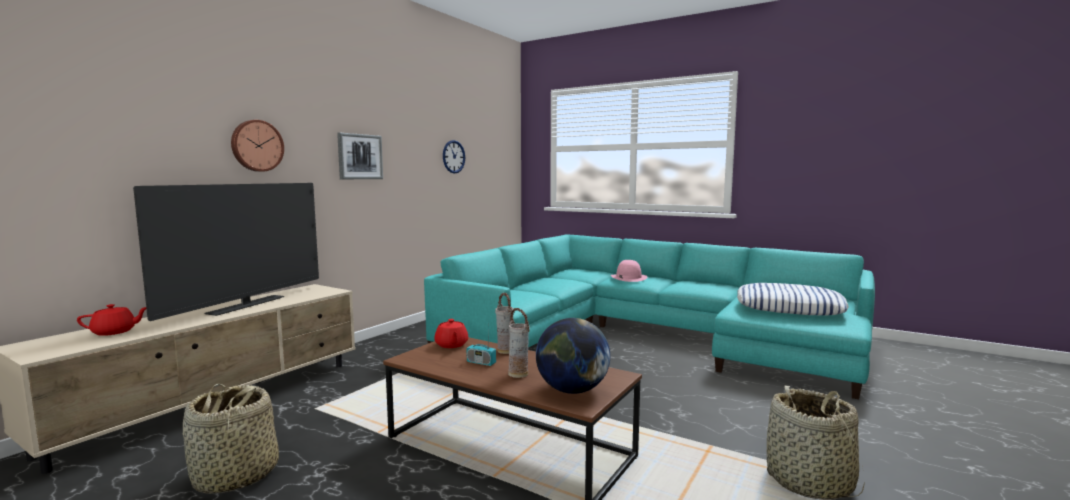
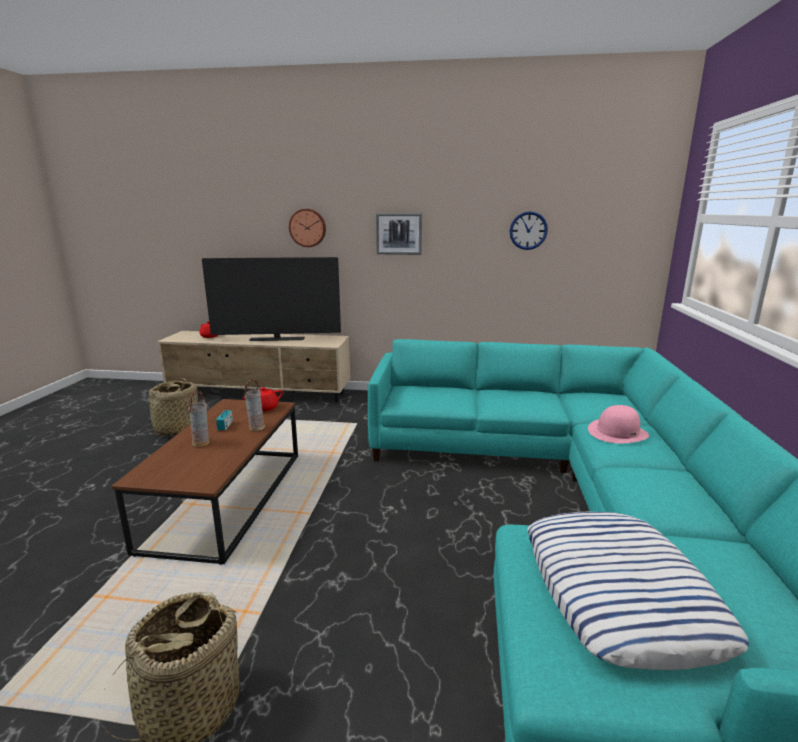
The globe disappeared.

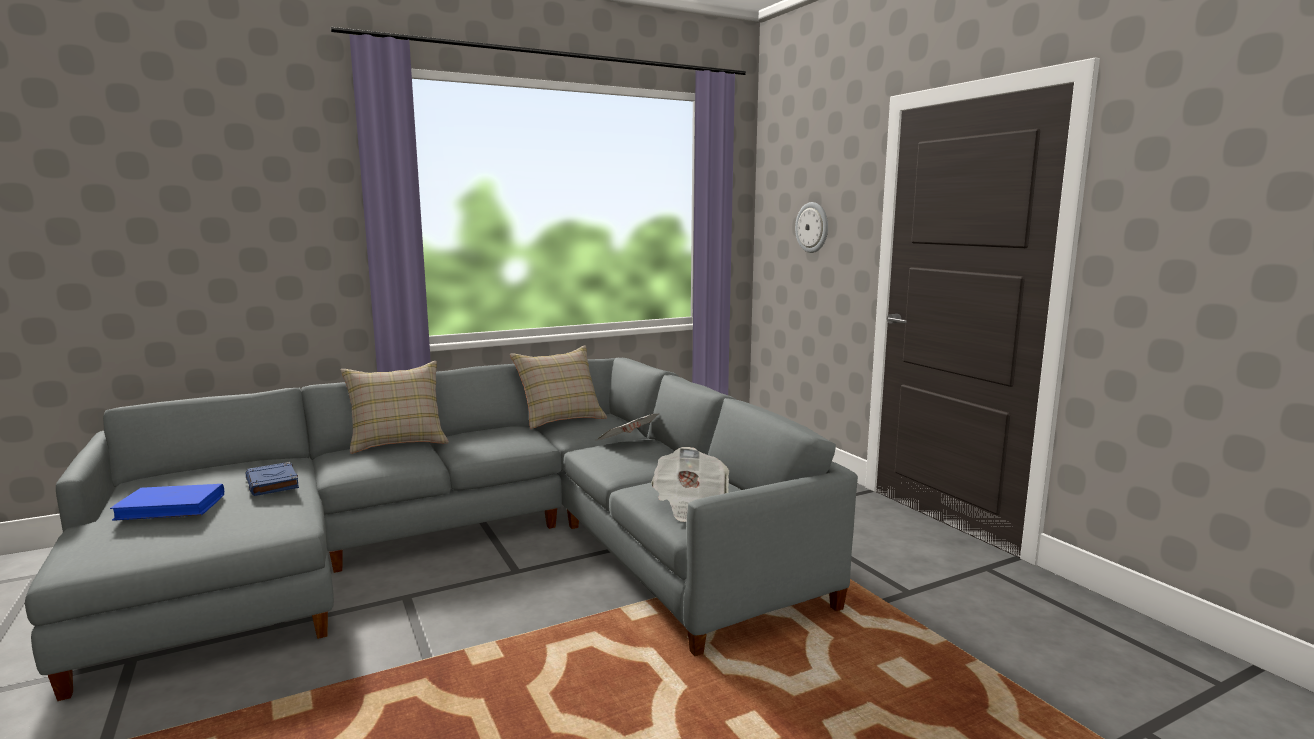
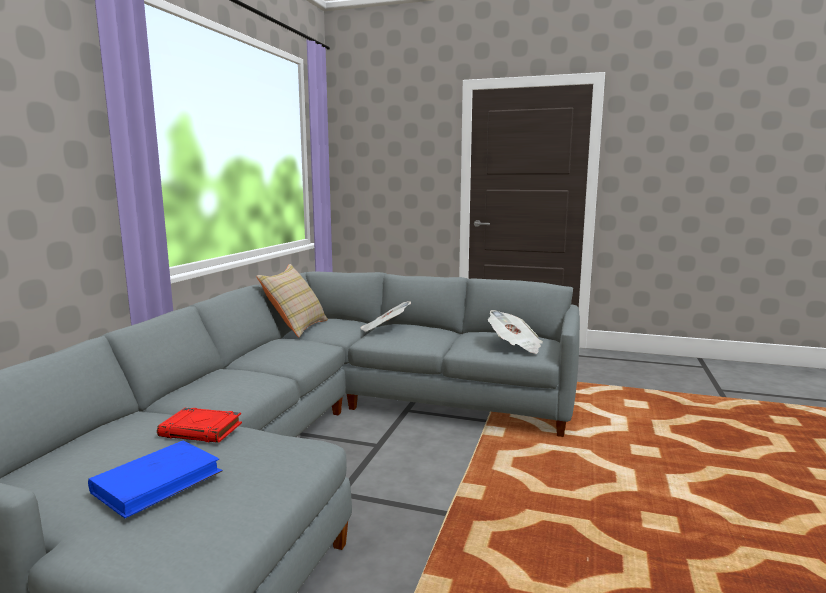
The wall clock disappeared.
The pillow in beige-coloured (1st from left) disappeared.
The book in blue-coloured (2nd from left) became the book in red-coloured.

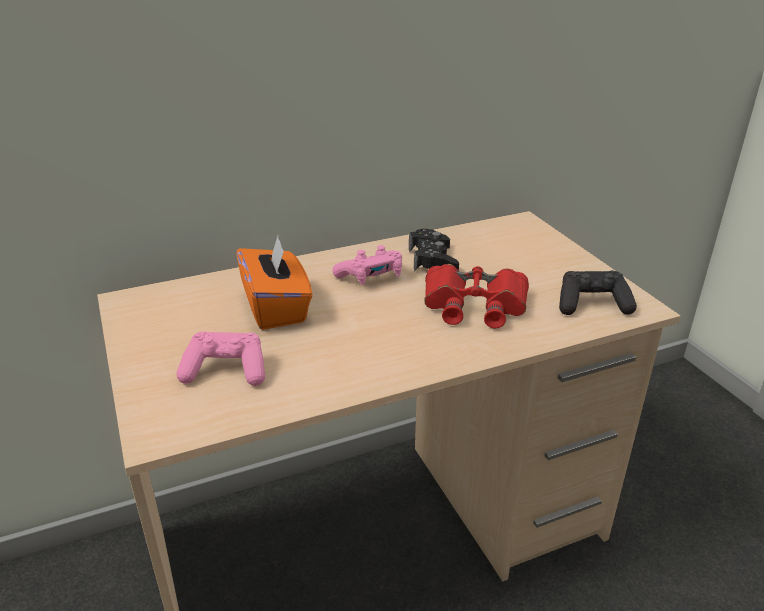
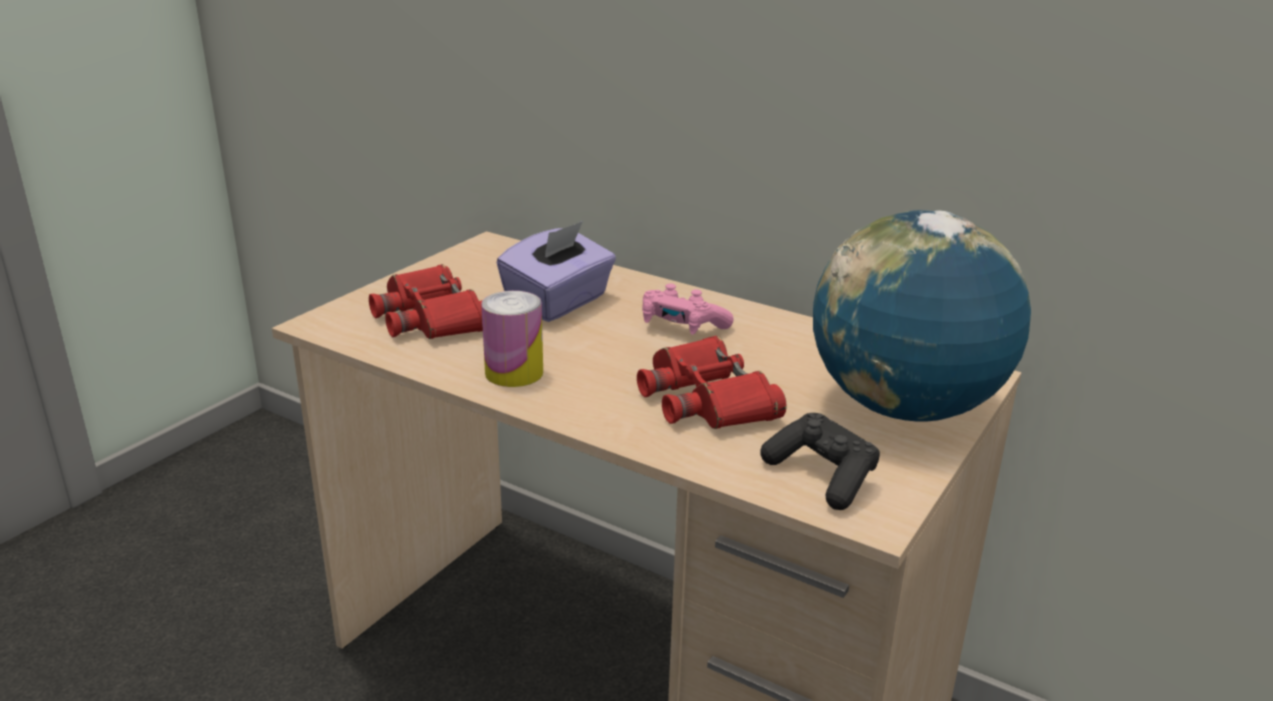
The gamepad in blackish (1st from left) disappeared.
The tissue holder in orange-coloured became the tissue holder in purple-coloured.
The gamepad in pinkish (1st from left) was replaced by the binoculars in red-coloured (1st from left).
The globe appeared.
The metal can appeared.

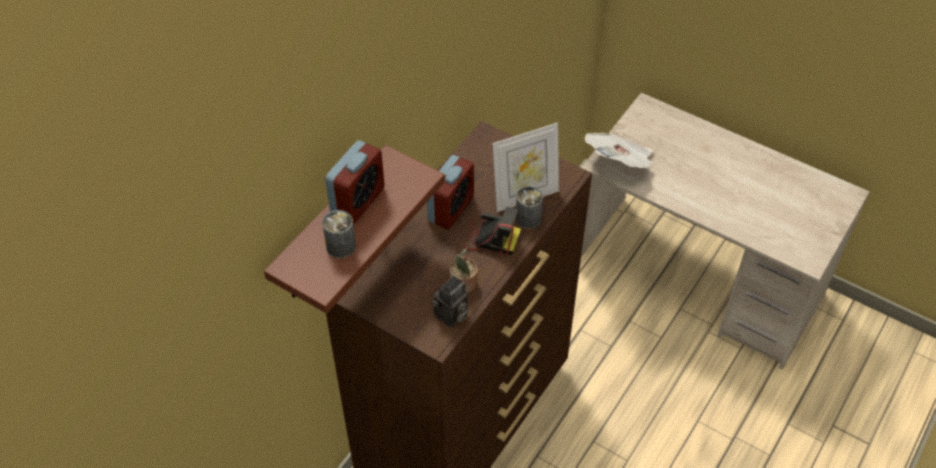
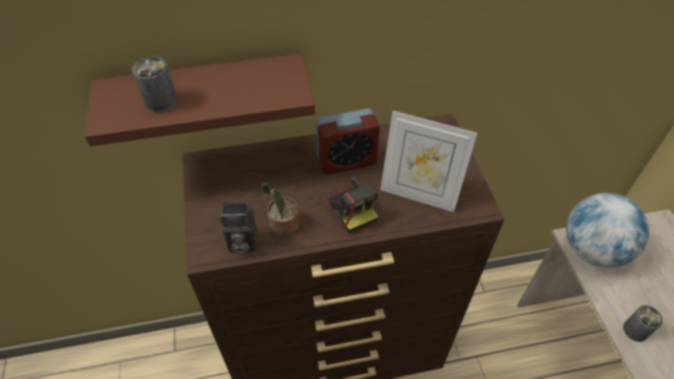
The printed paper was replaced by the globe.
The table clock (1st from left) disappeared.
The metal can (2nd from left) moved.

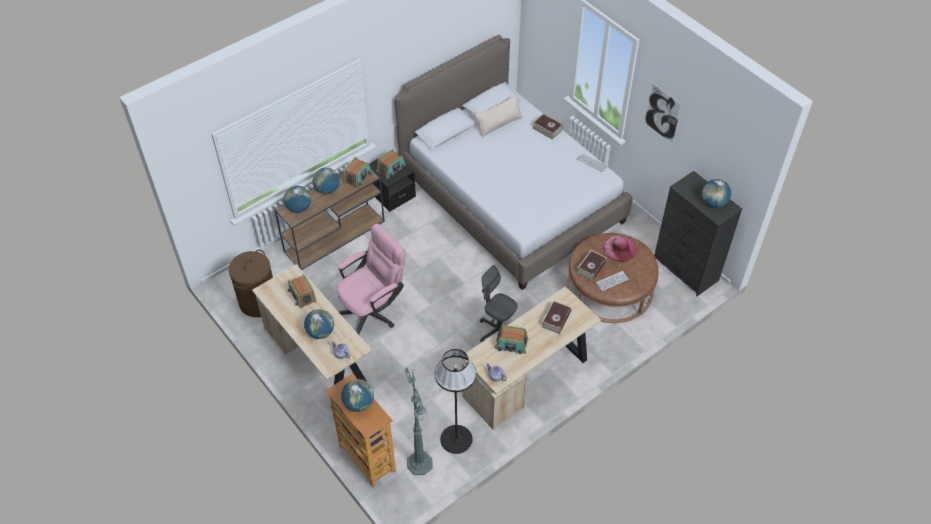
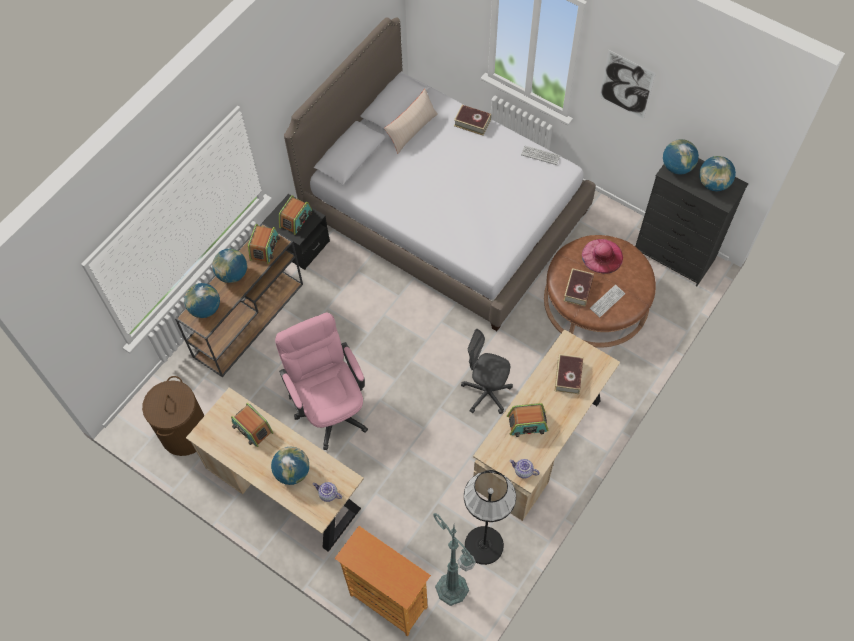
The computer chair in pinkish turned 60 degrees counterclockwise.
The globe (4th from left) moved.

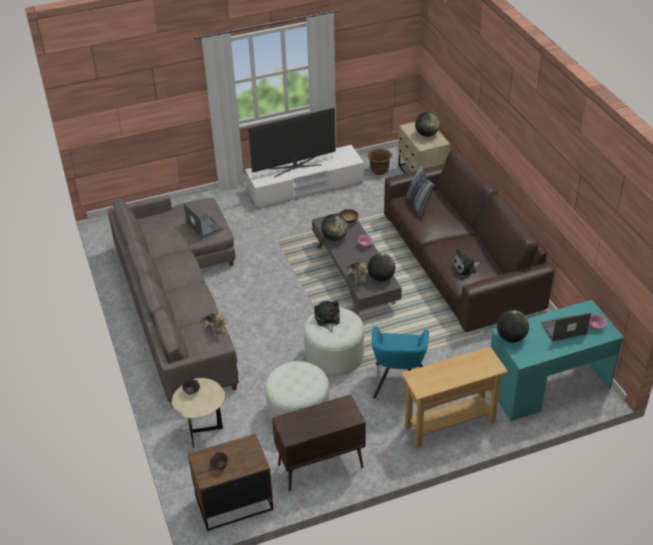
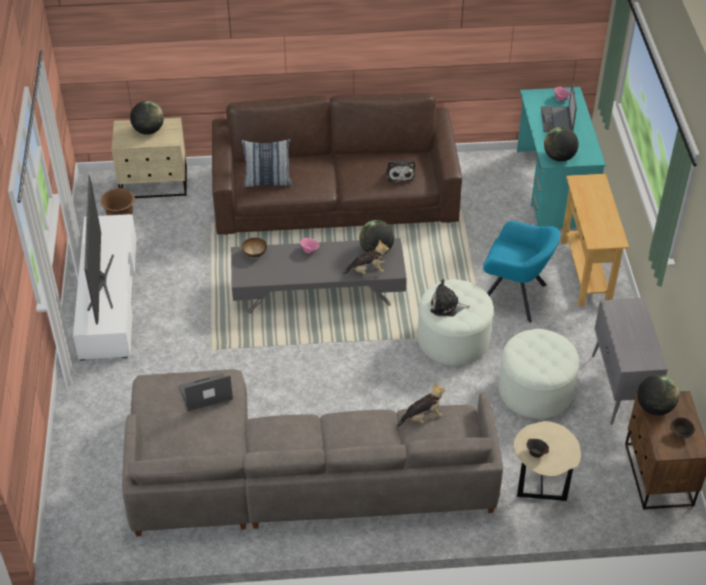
The globe (1st from left in the first image) moved.
The cabinet in brown became the cabinet in grey.

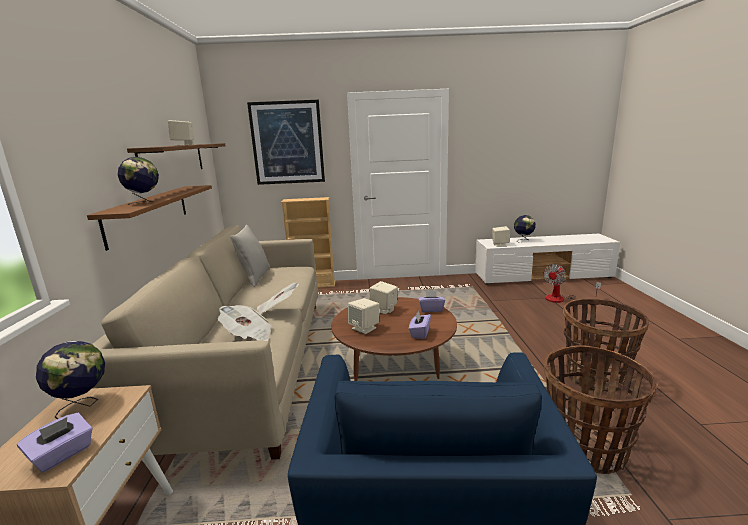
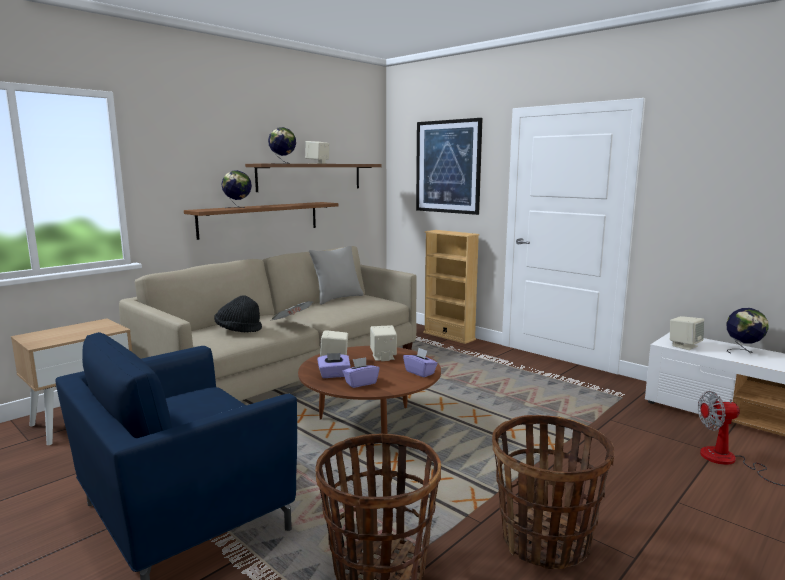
The printed paper (1st from left) was replaced by the hat in blackish.
The globe (1st from left in the first image) moved.
The tissue holder in purple-coloured (1st from left) moved.

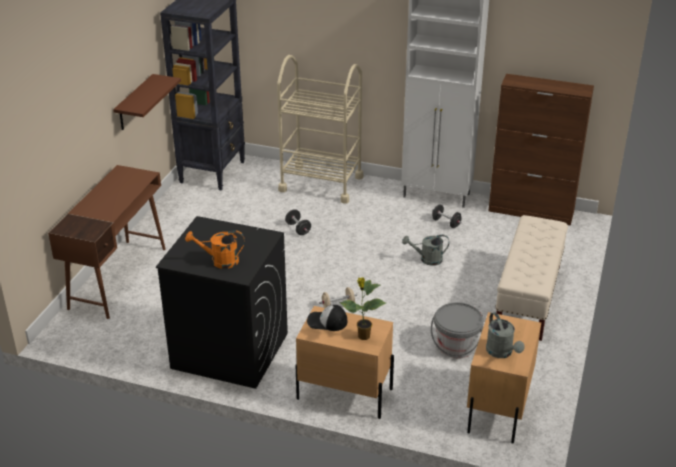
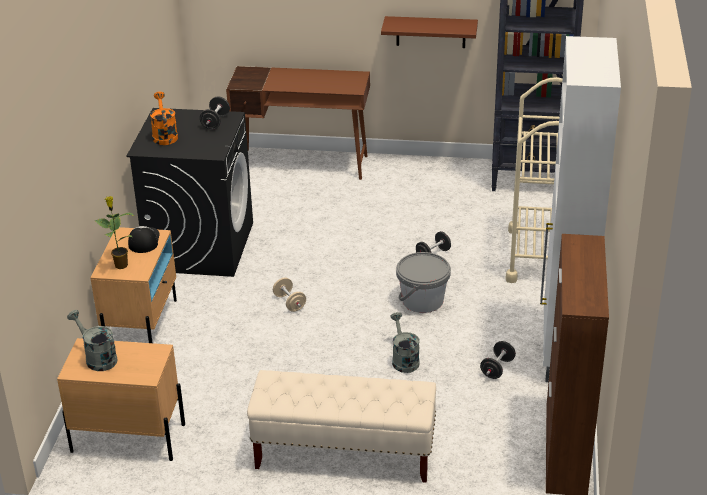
The pail in grey moved.
The watering can in grey (2nd from left in the first image) turned 75 degrees clockwise.
The hand weight in blackish (1st from left) appeared.

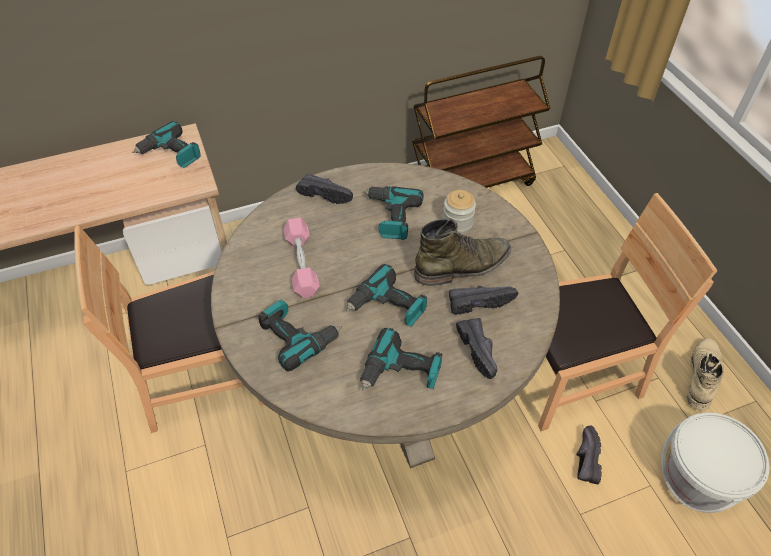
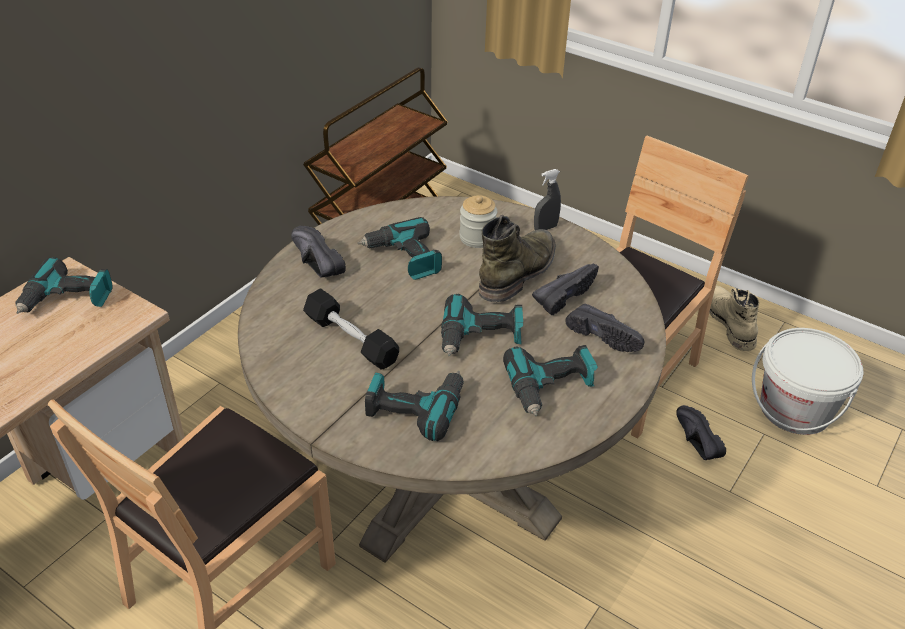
The low shoe in blackish (1st from left) turned 120 degrees counterclockwise.
The hand weight in pinkish became the hand weight in blackish.
The spray bottle in grey appeared.

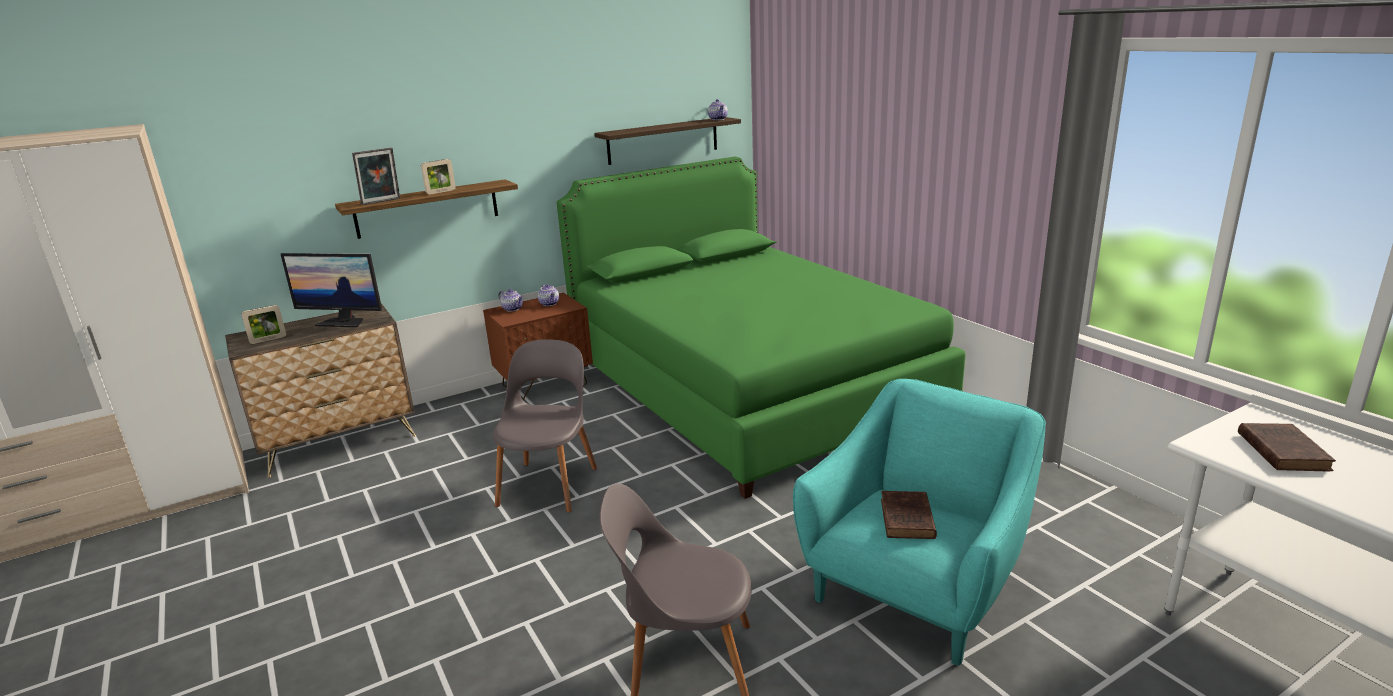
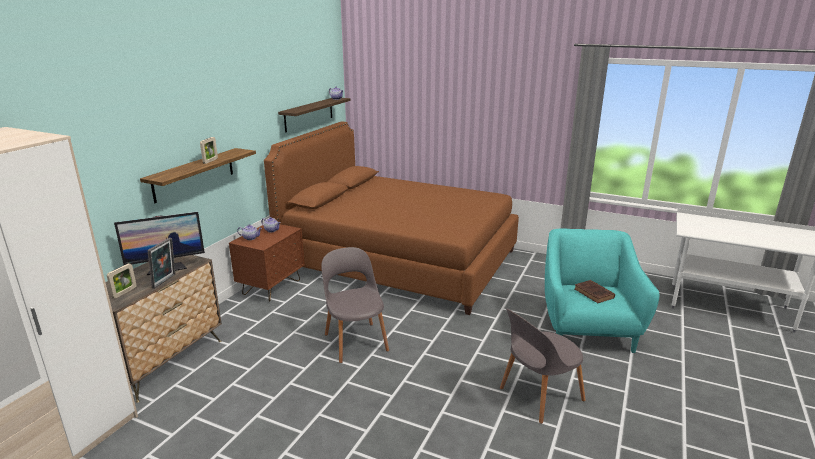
The photo frame (2nd from left) moved.
The bedroom bed in green became the bedroom bed in brown.
The book in brown (2nd from left) disappeared.

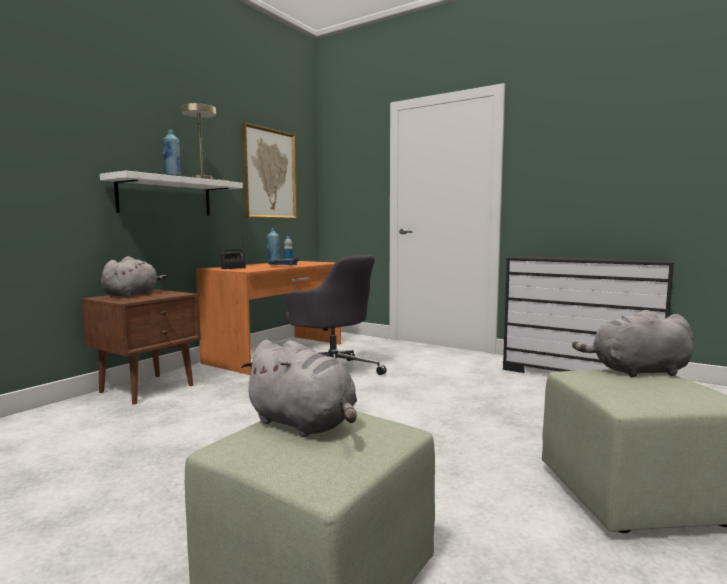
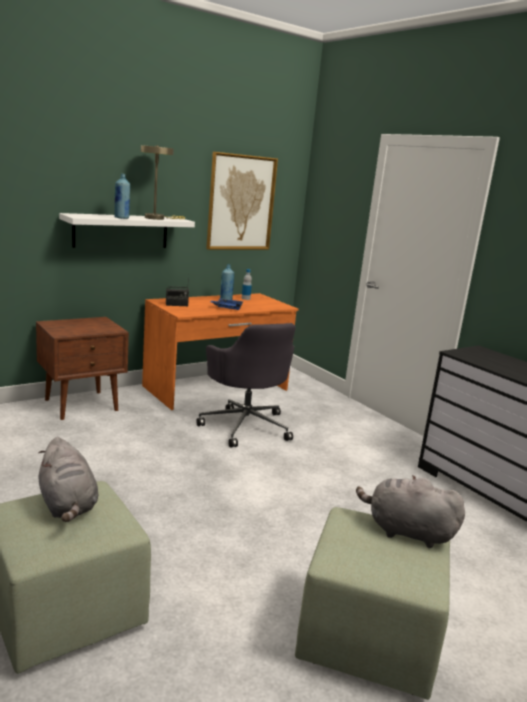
The soft toy in grey (1st from left) disappeared.

